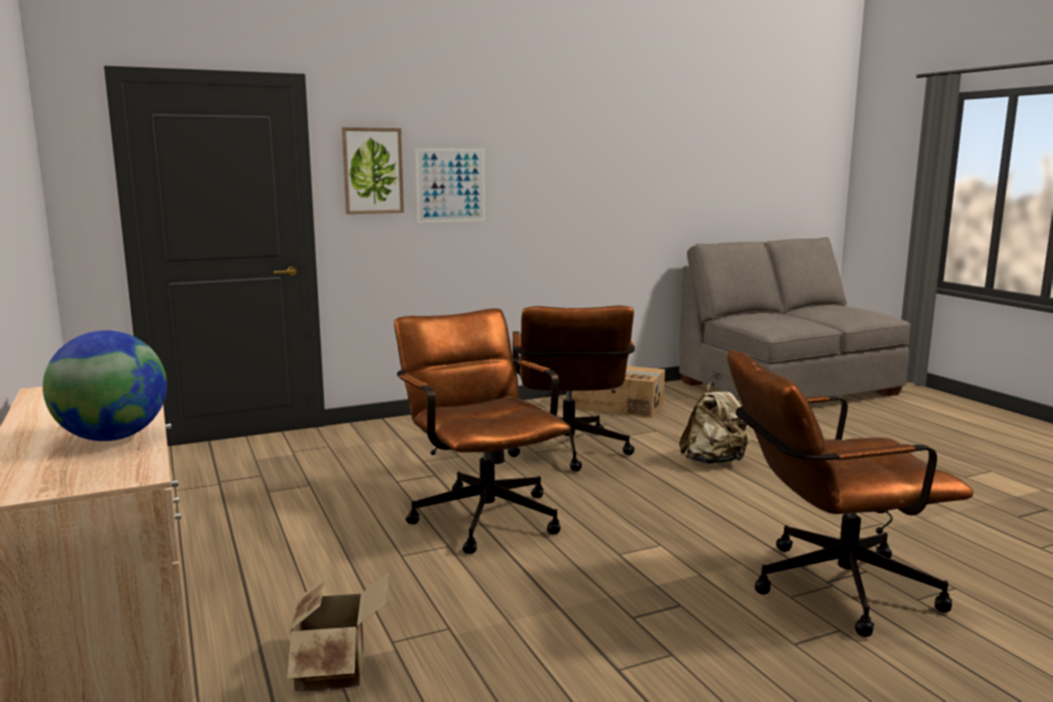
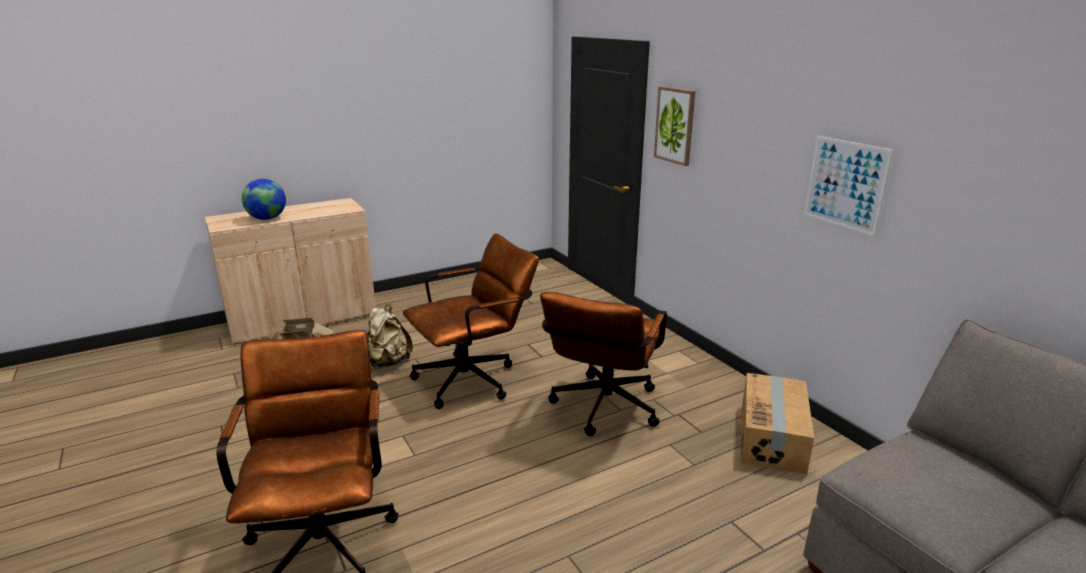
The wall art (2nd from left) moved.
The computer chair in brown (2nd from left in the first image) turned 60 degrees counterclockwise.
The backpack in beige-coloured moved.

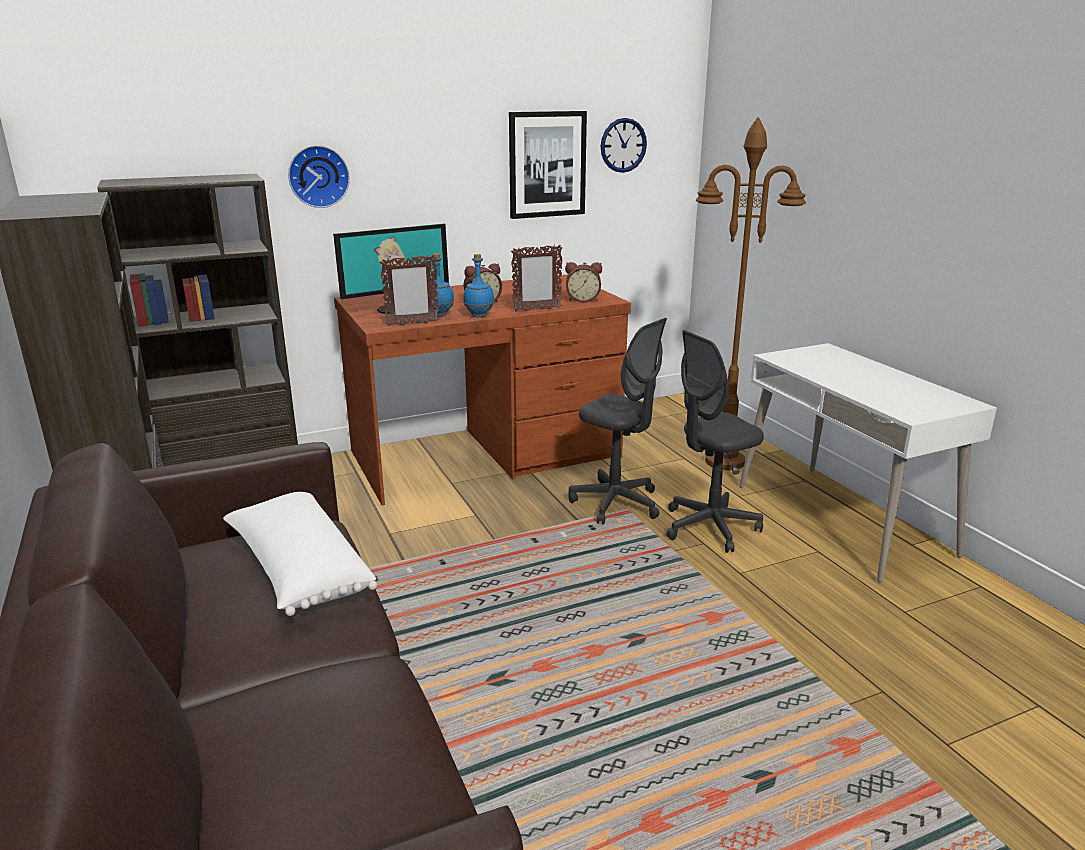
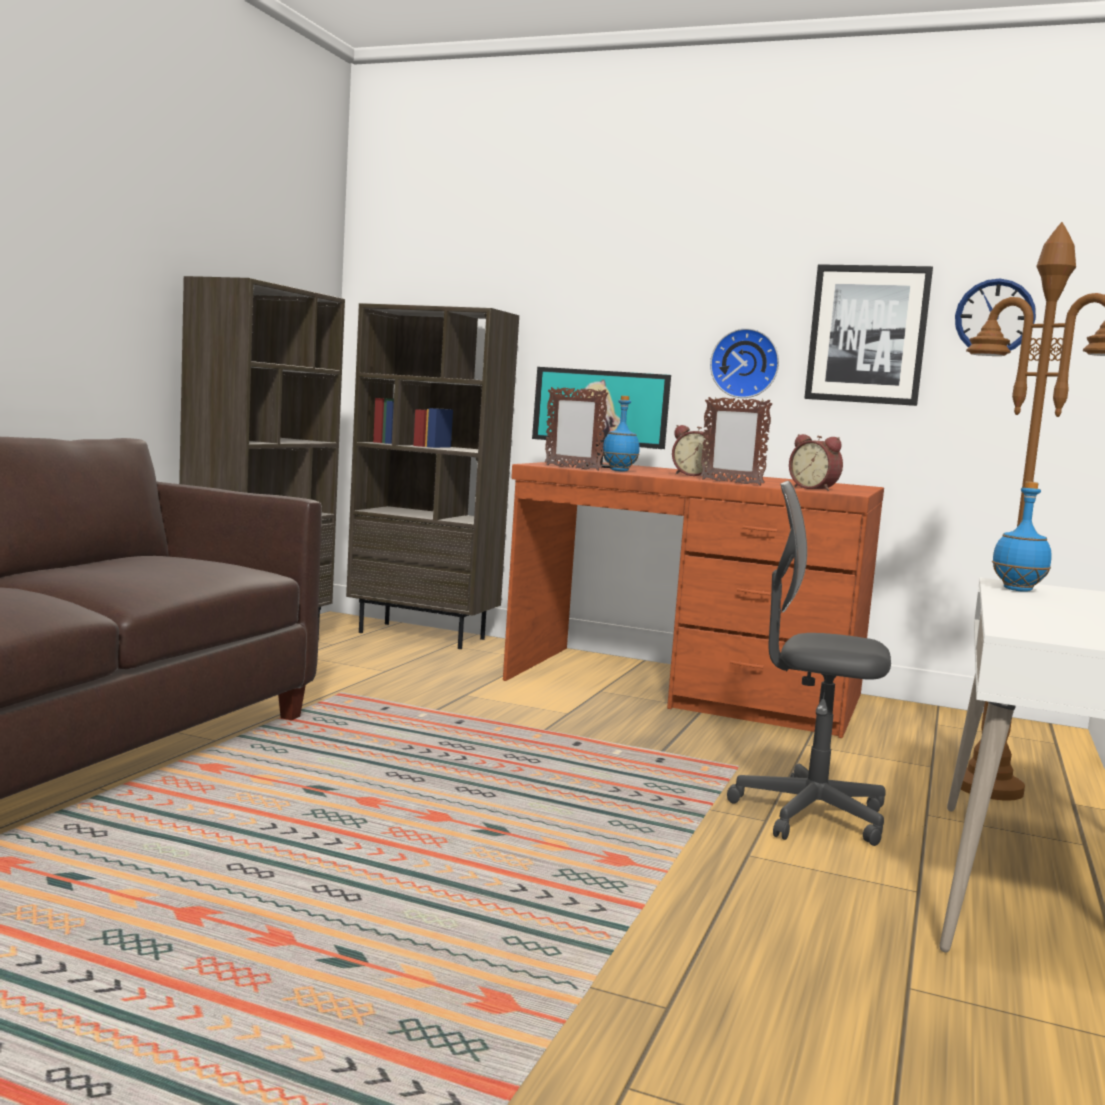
The wall clock (1st from left) moved.
The beverage bottle in blue-coloured (2nd from left) moved.
The computer chair in grey (1st from left) disappeared.
The pillow in whitish disappeared.

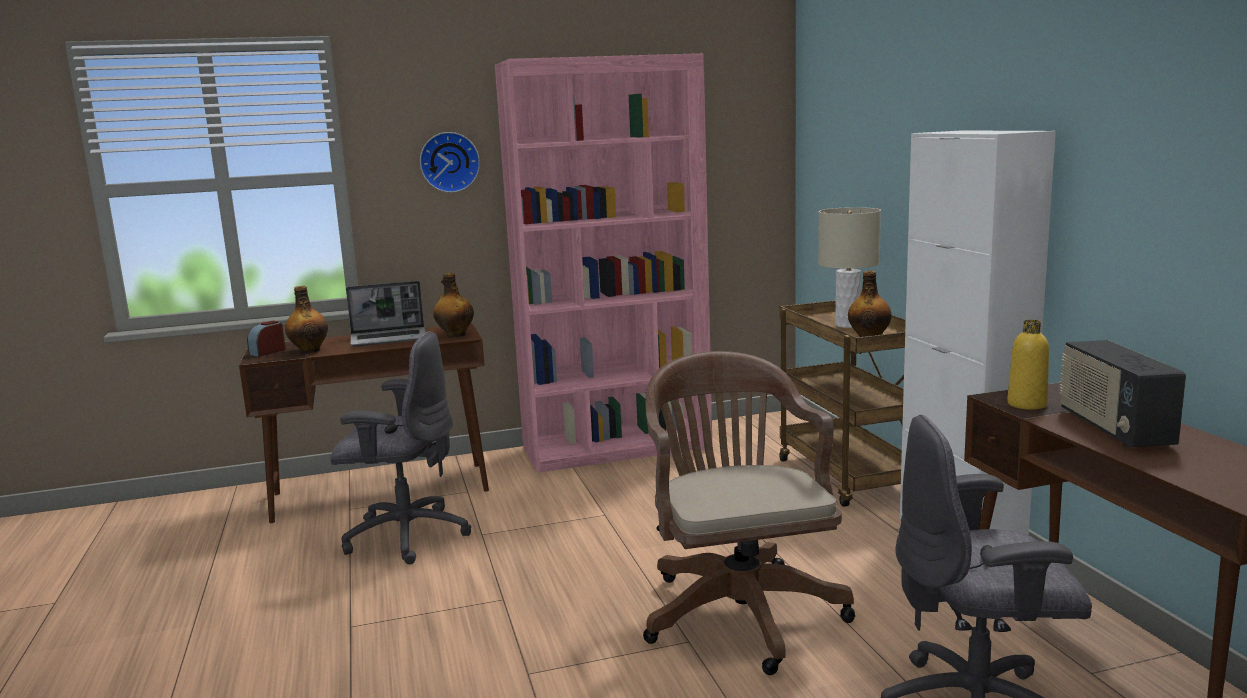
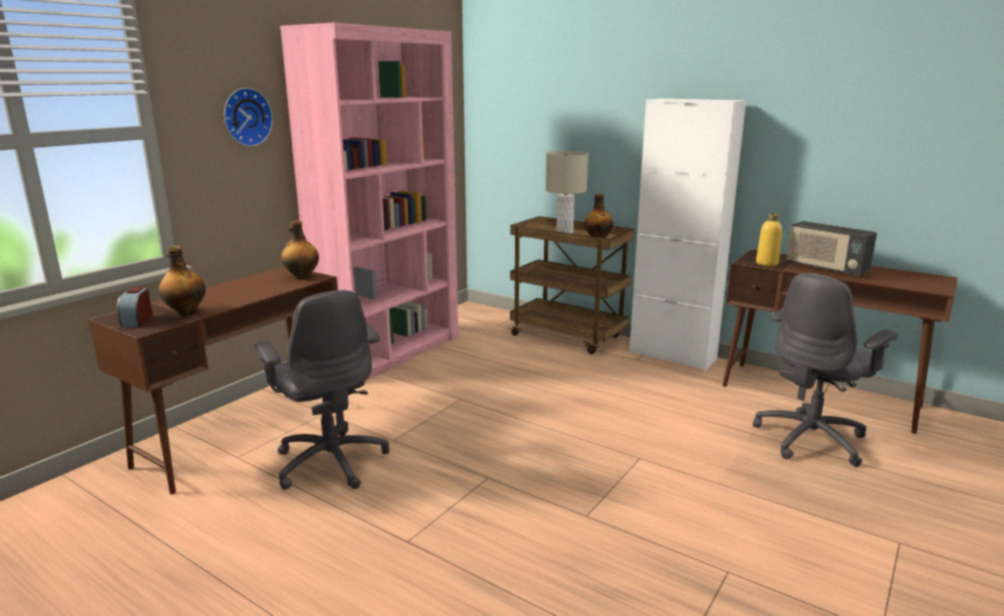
The portable computer disappeared.
The computer chair in grey (1st from left) turned 90 degrees clockwise.
The computer chair in brown disappeared.

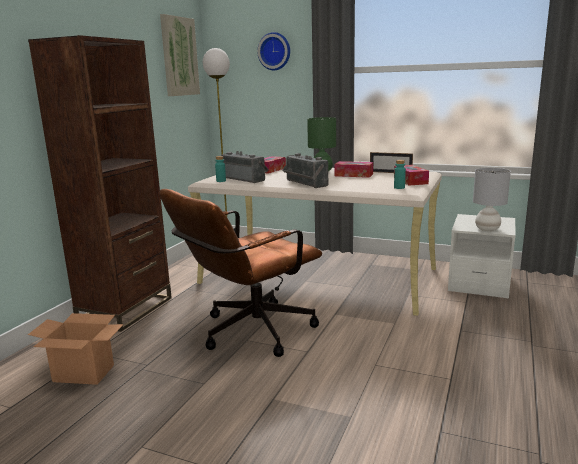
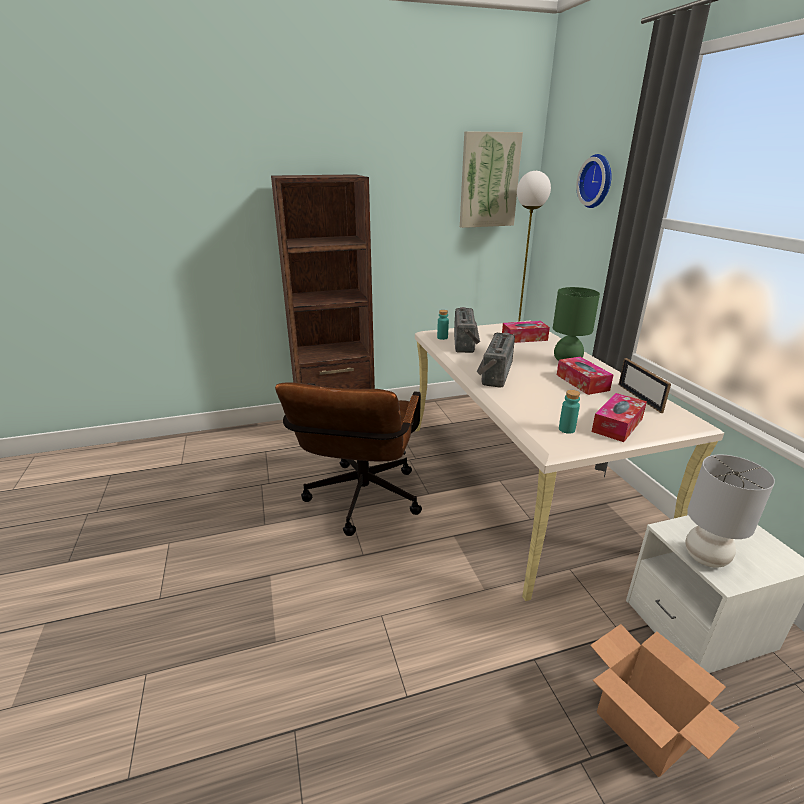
The computer chair in brown turned 90 degrees counterclockwise.
The carton moved.

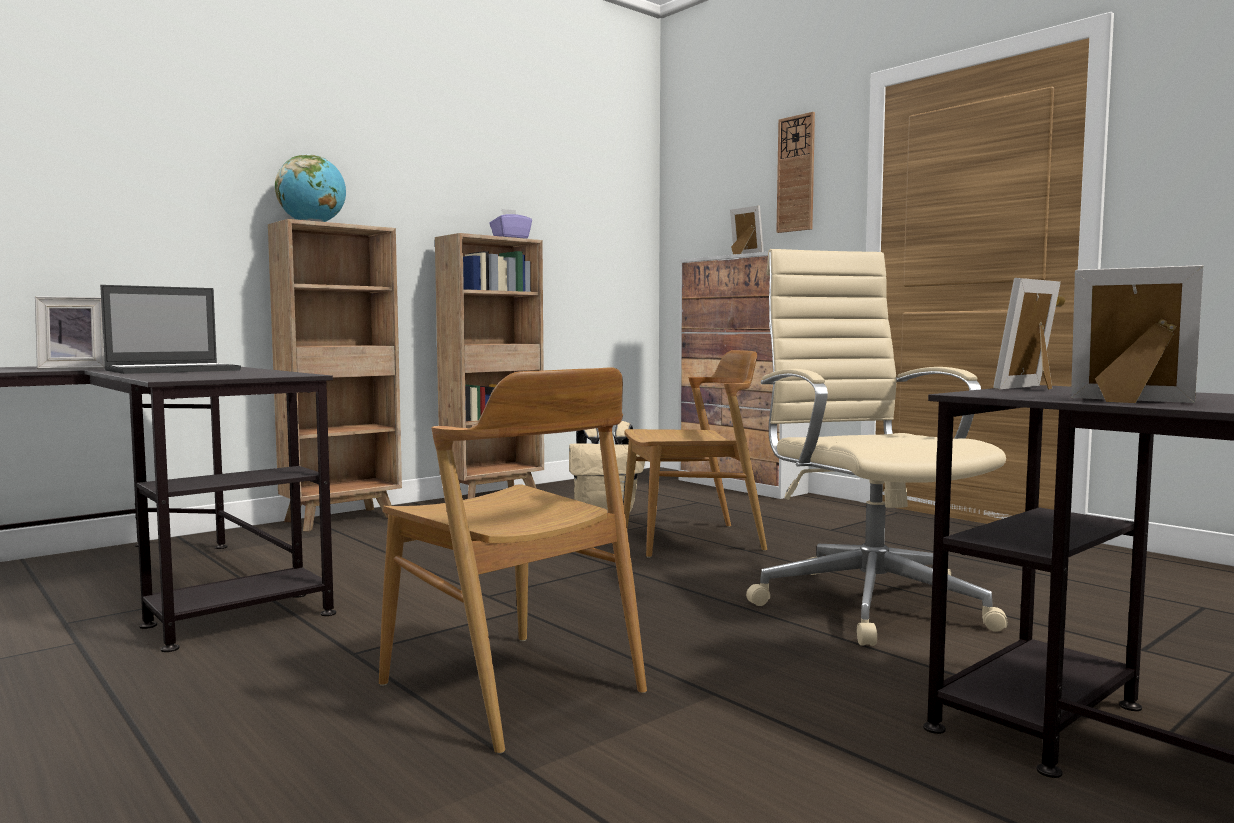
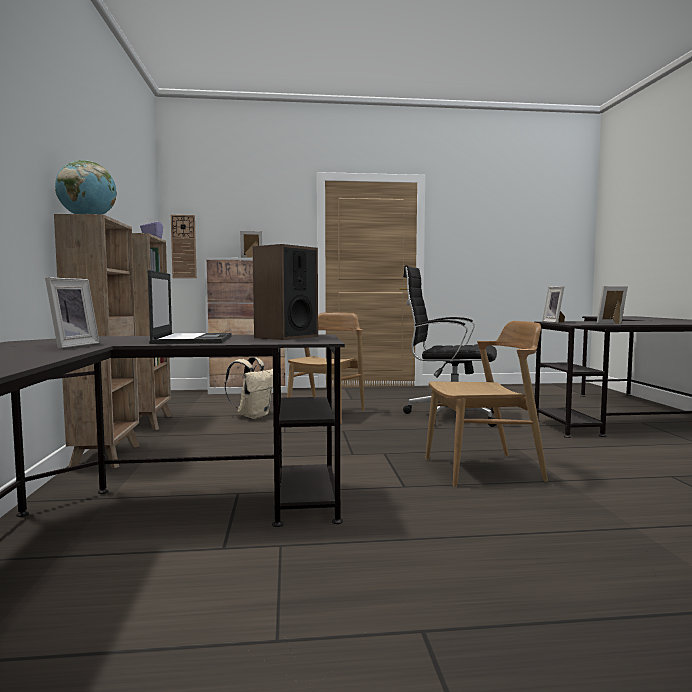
The wall clock moved.
The computer chair in beige-coloured became the computer chair in blackish.
The audio speaker appeared.

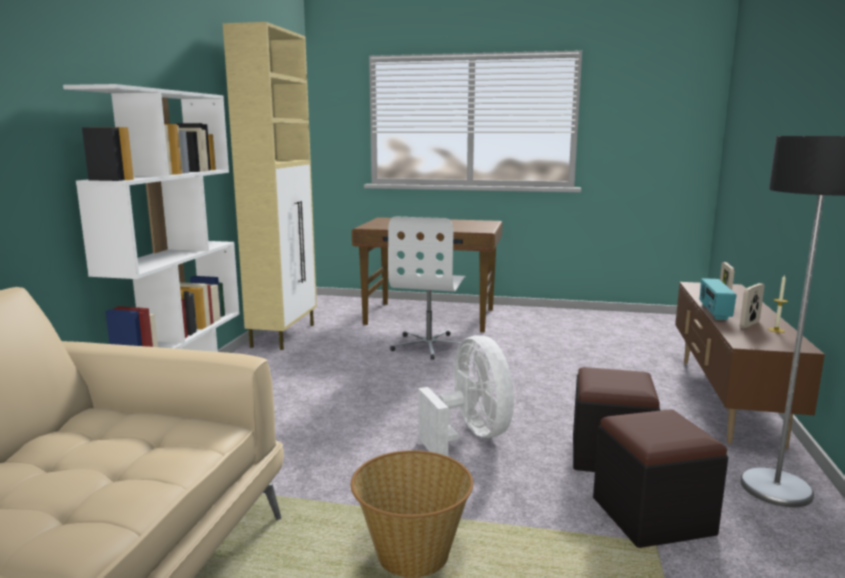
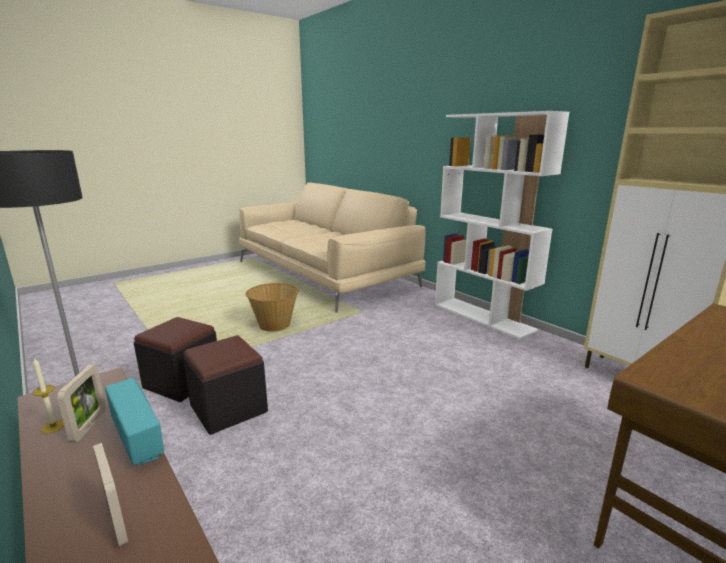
The computer chair in whitish disappeared.
The fan in whitish disappeared.

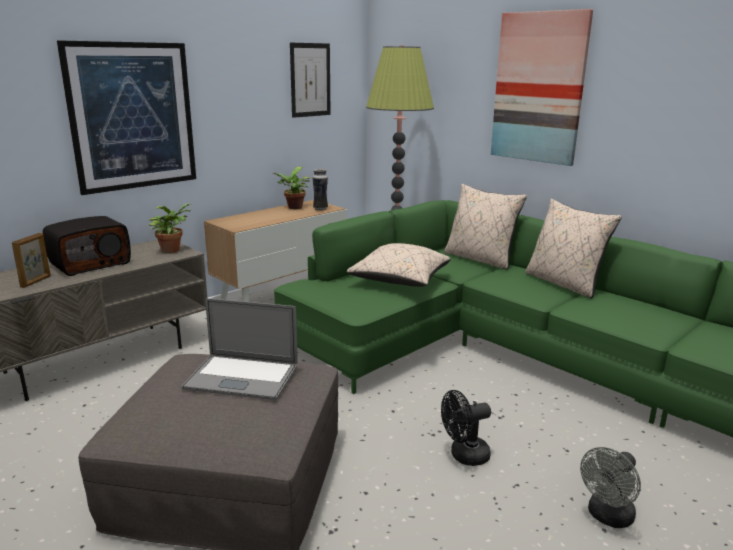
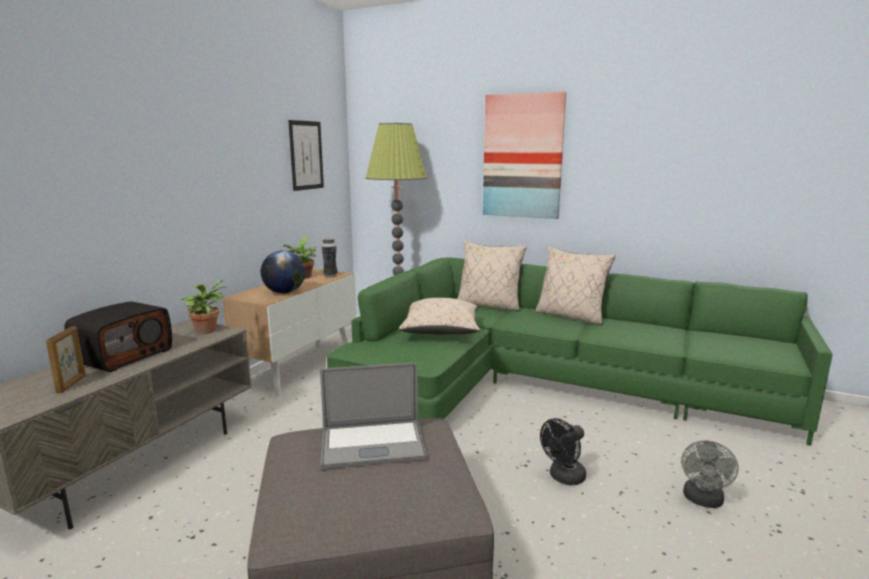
The wall art (1st from left) disappeared.
The globe appeared.

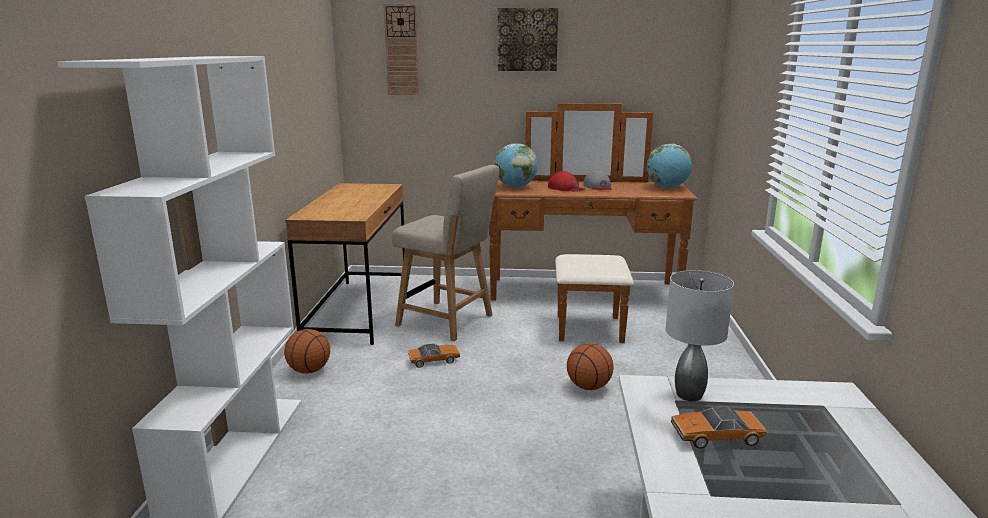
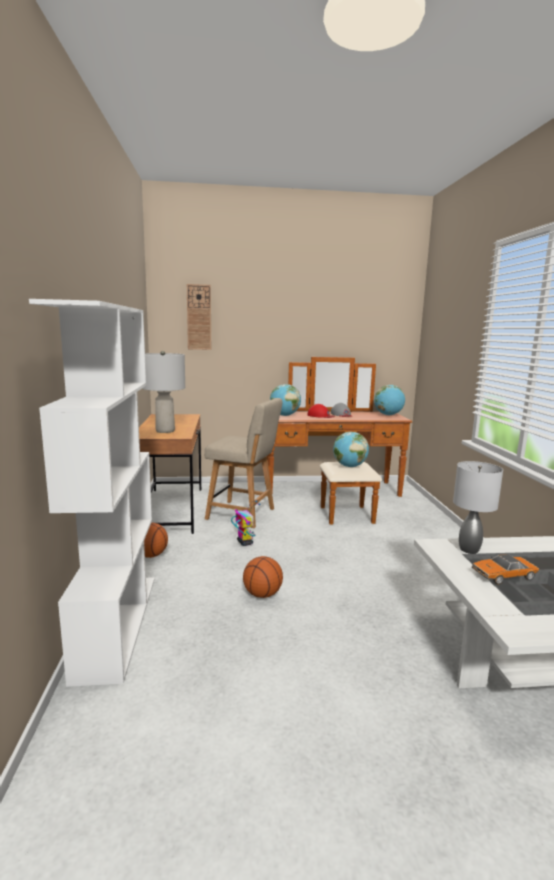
The wall art disappeared.
The miniature car (1st from left) was replaced by the model robot.
The ball for basketball (2nd from left) moved.
The lamp for a table in grey (1st from left) appeared.
The globe (2nd from left) appeared.

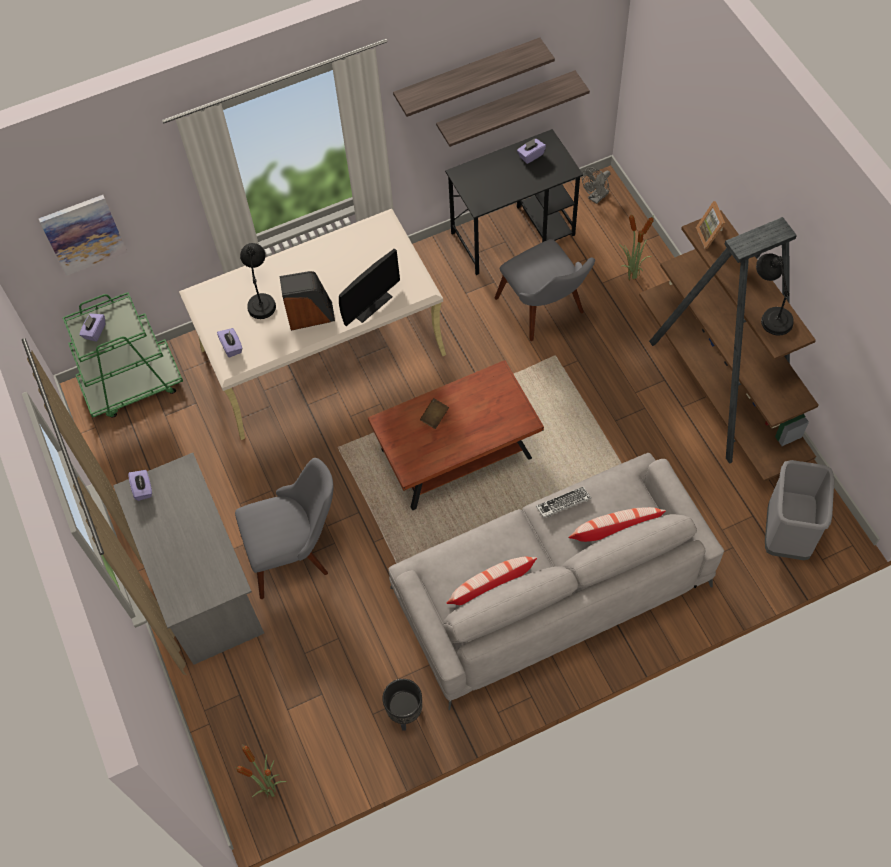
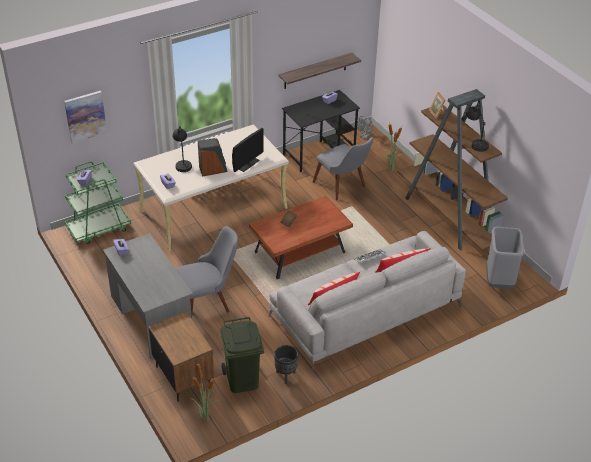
The bracket shelf (1st from left) disappeared.
The bedside table in brown appeared.
The rubbish bin in green appeared.

